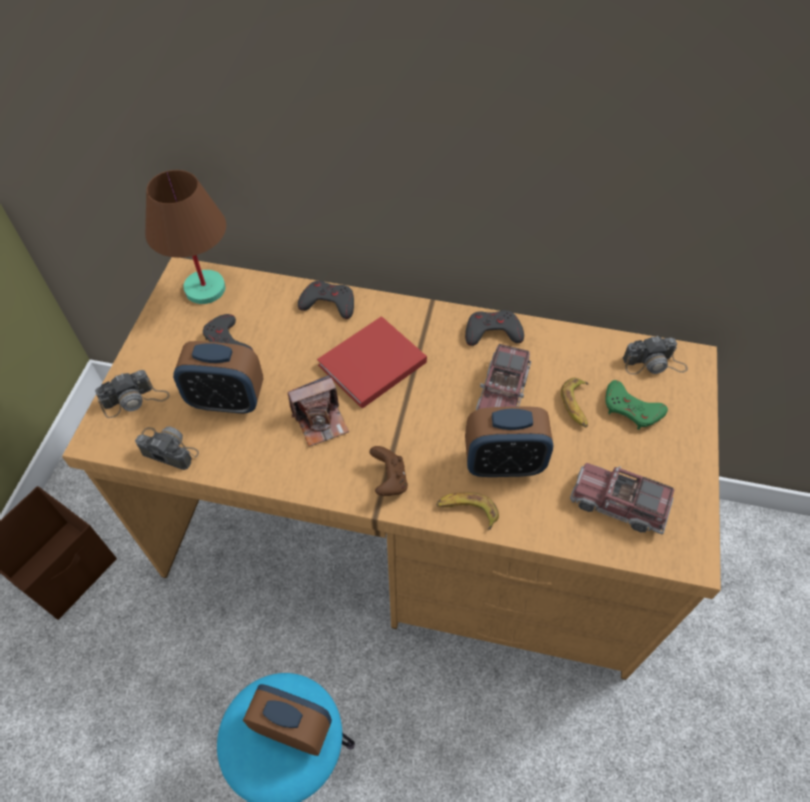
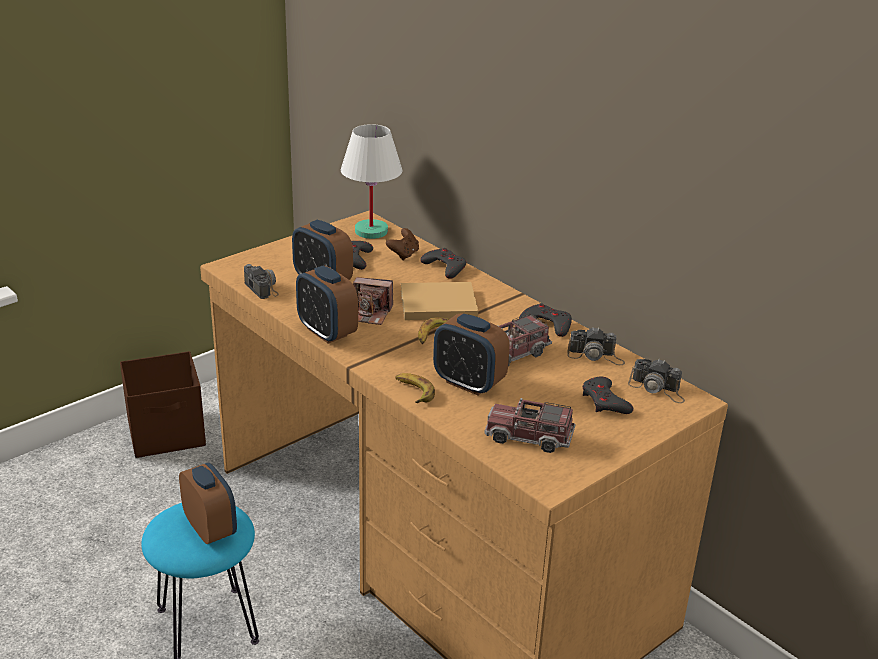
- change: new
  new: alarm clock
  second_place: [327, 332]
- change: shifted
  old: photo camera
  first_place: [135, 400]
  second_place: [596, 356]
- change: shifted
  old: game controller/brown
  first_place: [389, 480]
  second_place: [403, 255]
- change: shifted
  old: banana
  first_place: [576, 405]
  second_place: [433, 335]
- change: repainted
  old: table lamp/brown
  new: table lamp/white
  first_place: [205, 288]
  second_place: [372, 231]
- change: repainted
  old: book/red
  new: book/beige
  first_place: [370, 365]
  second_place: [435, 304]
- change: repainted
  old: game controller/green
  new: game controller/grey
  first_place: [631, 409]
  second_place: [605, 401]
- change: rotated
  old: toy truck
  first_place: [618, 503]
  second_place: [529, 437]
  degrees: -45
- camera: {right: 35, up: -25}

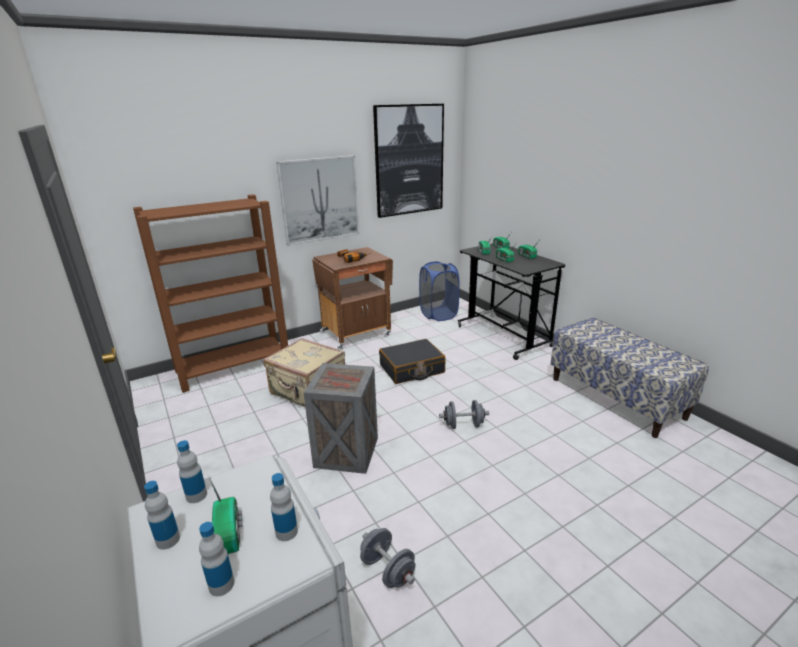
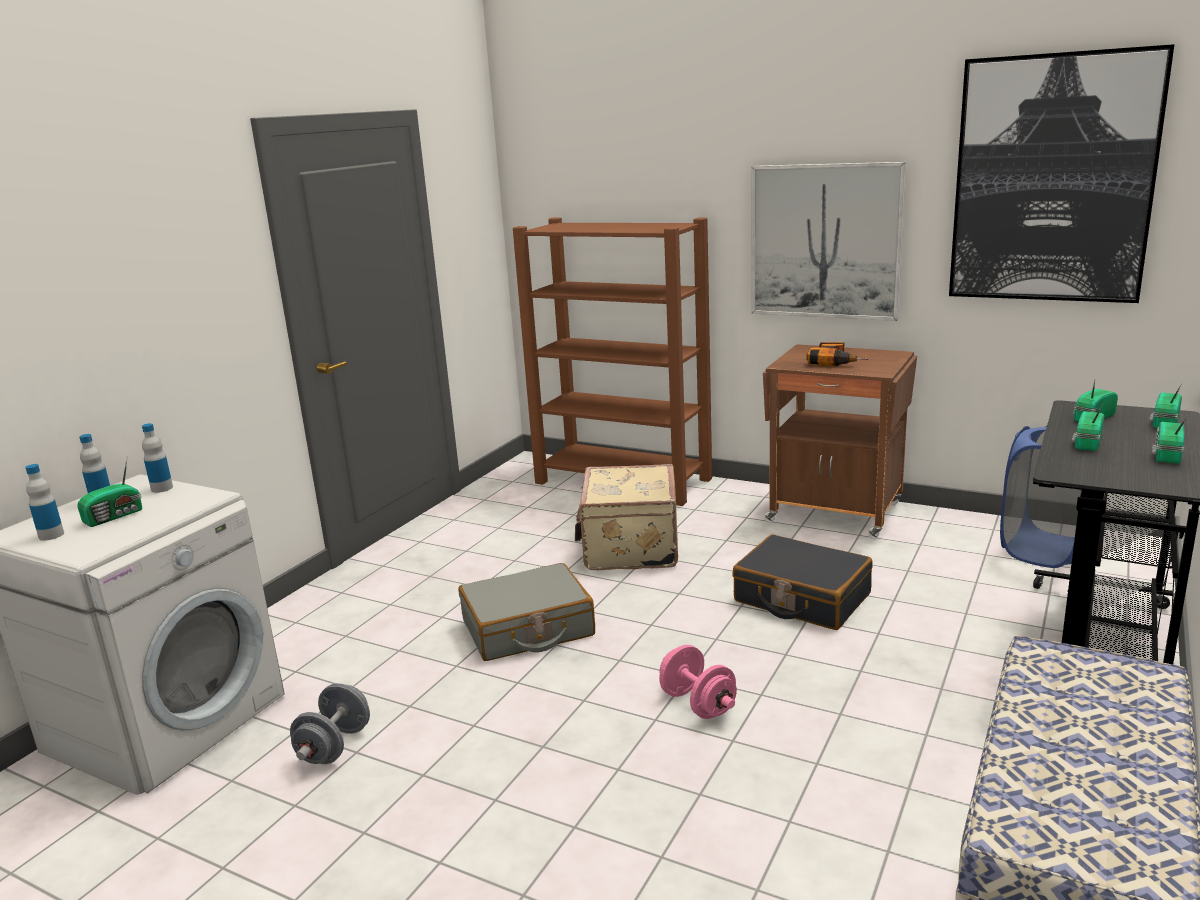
- change: gone
  old: bottle
  first_place: [286, 532]
- change: swapped
  old: crate
  new: suitcase/grey
  first_place: [346, 451]
  second_place: [527, 629]
- change: repainted
  old: dumbbell/grey
  new: dumbbell/pink
  first_place: [463, 425]
  second_place: [697, 704]
- camera: {right: 60, up: -5}

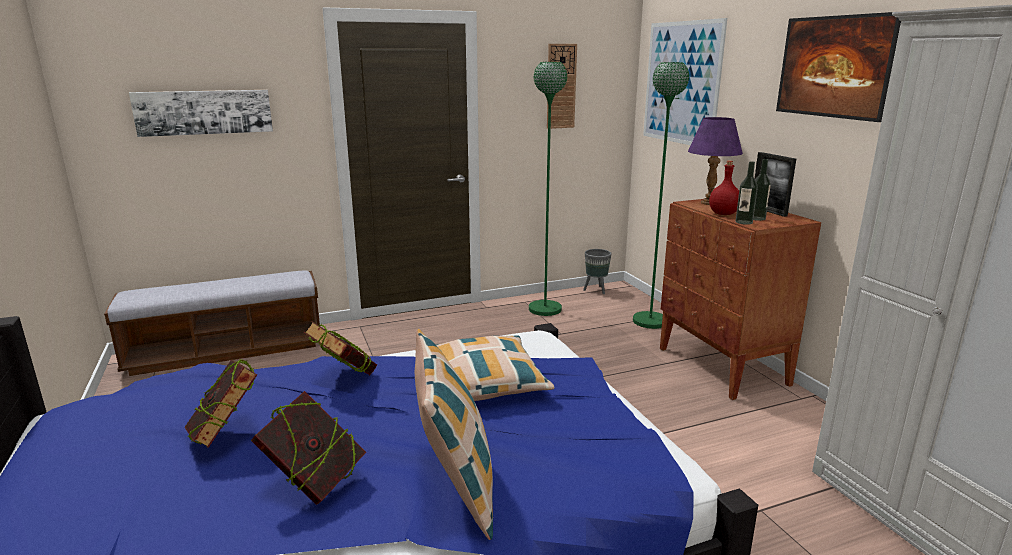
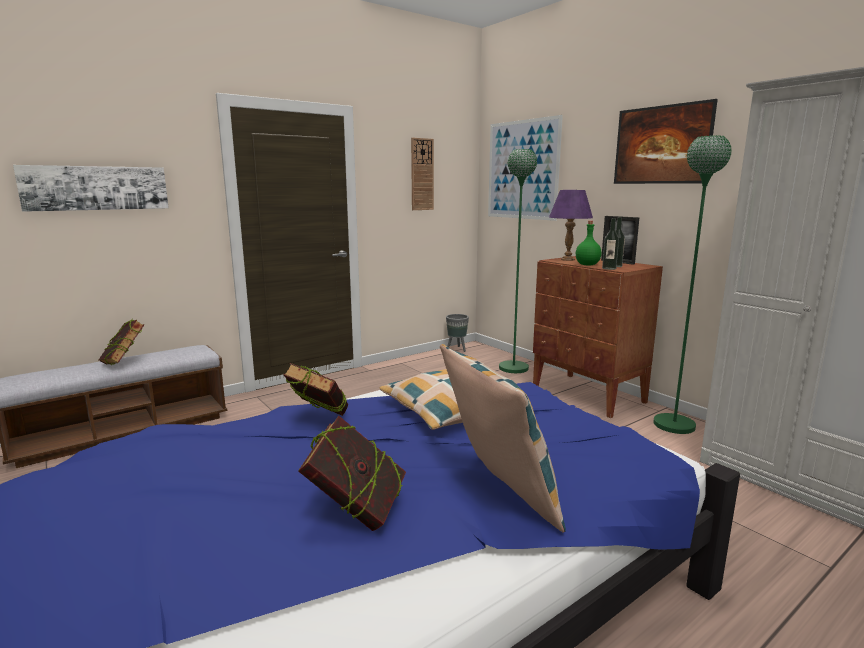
- change: shifted
  old: book
  first_place: [226, 435]
  second_place: [124, 363]
- change: shifted
  old: floor lamp/green
  first_place: [544, 309]
  second_place: [673, 425]
- change: repainted
  old: bottle/red
  new: bottle/green
  first_place: [723, 214]
  second_place: [587, 265]
- camera: {right: -15, up: -5}

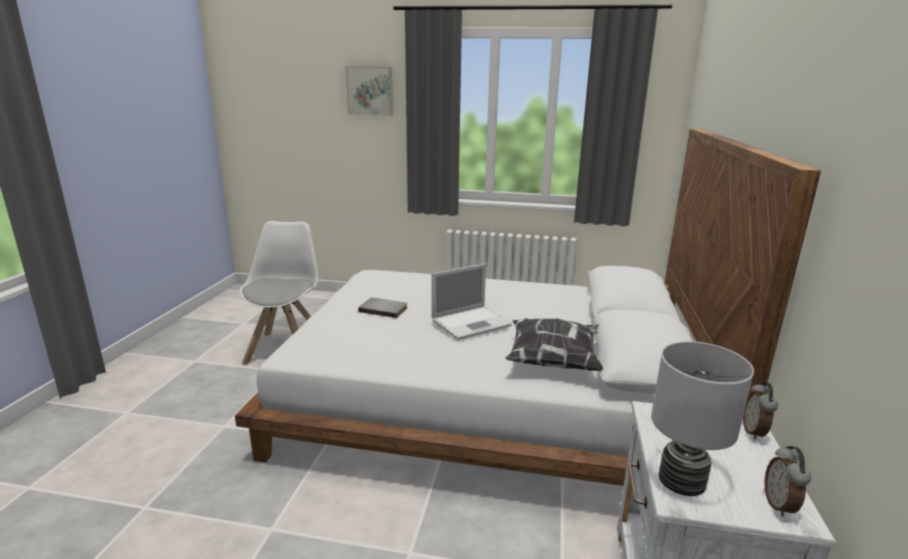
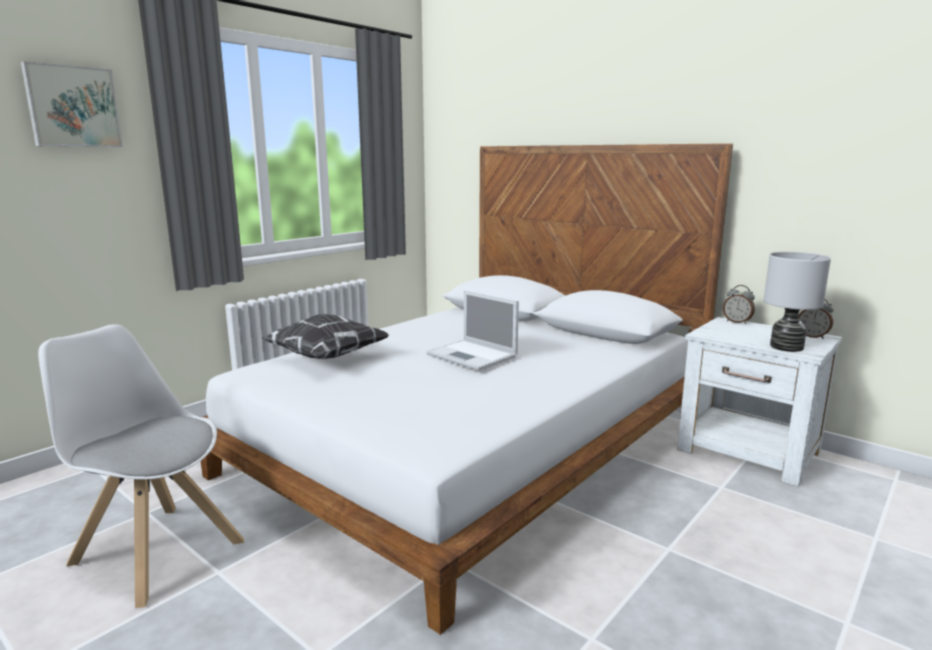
- change: gone
  old: book/grey
  first_place: [384, 309]
- change: shifted
  old: pillow
  first_place: [554, 361]
  second_place: [327, 357]
- change: rotated
  old: laptop
  first_place: [472, 322]
  second_place: [473, 356]
  degrees: 135
- camera: {right: -60, up: -5}

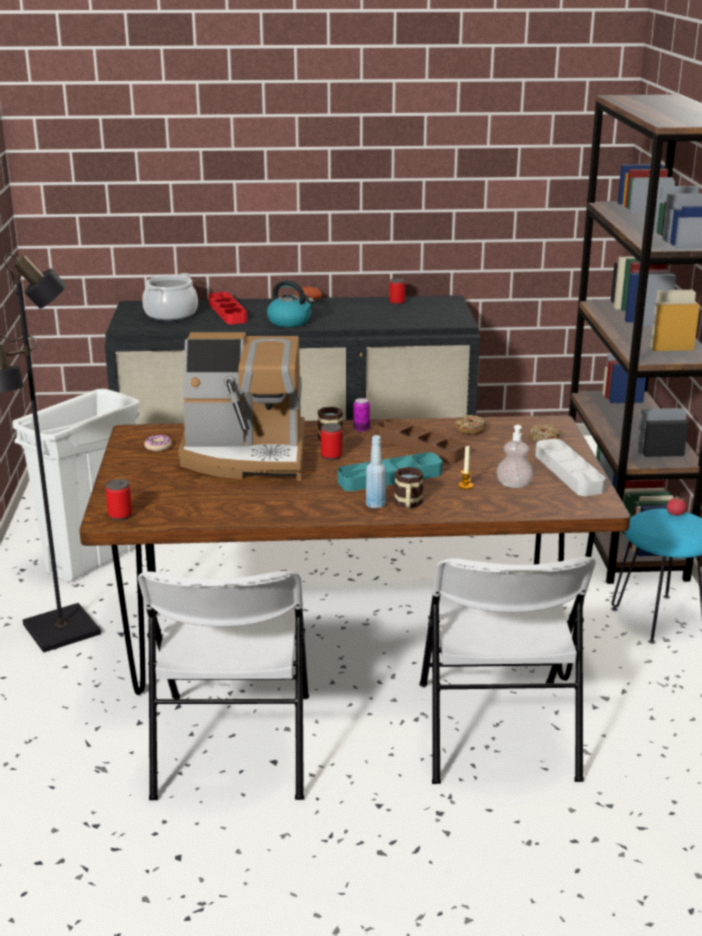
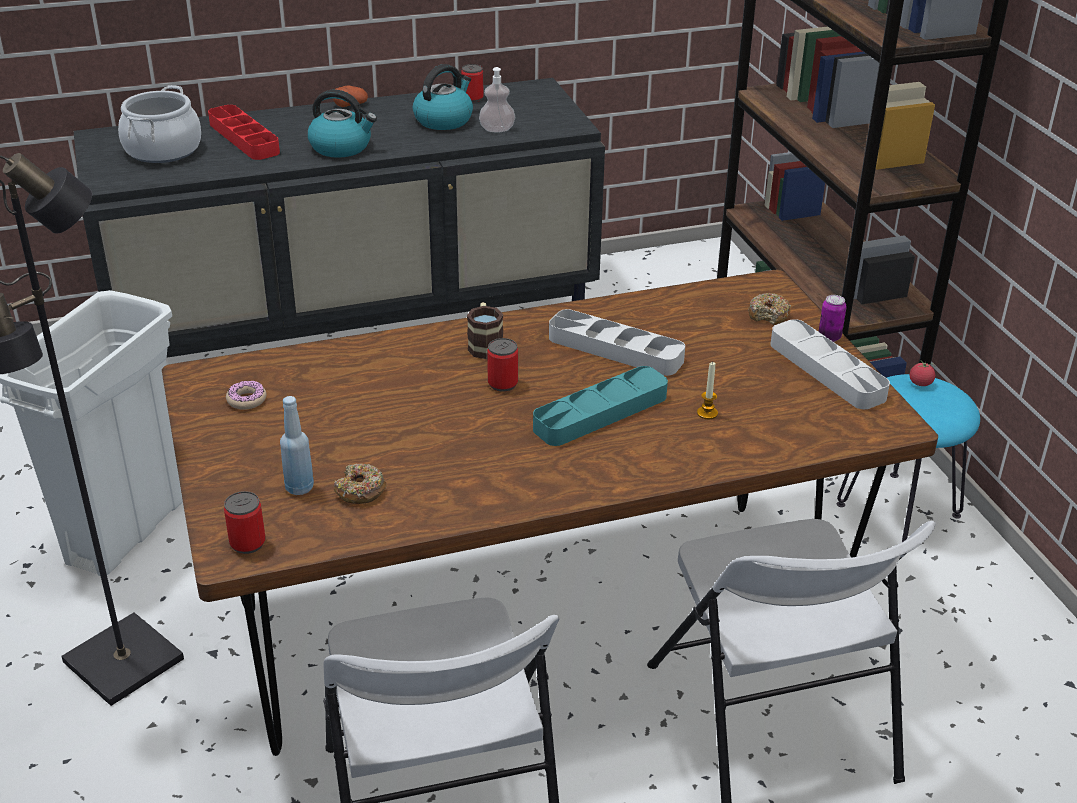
- change: gone
  old: coffee machine
  first_place: [246, 456]
- change: gone
  old: mug
  first_place: [408, 504]
- change: new
  new: kettle
  second_place: [444, 120]
- change: shifted
  old: can
  first_place: [361, 429]
  second_place: [829, 337]
- change: shifted
  old: bottle/blue
  first_place: [375, 505]
  second_place: [299, 487]
- change: shifted
  old: donut
  first_place: [470, 430]
  second_place: [360, 491]
- change: shifted
  old: soap dispenser
  first_place: [513, 485]
  second_place: [497, 129]
- change: repainted
  old: tray/brown
  new: tray/grey
  first_place: [421, 446]
  second_place: [615, 349]
- camera: {right: -15, up: 10}

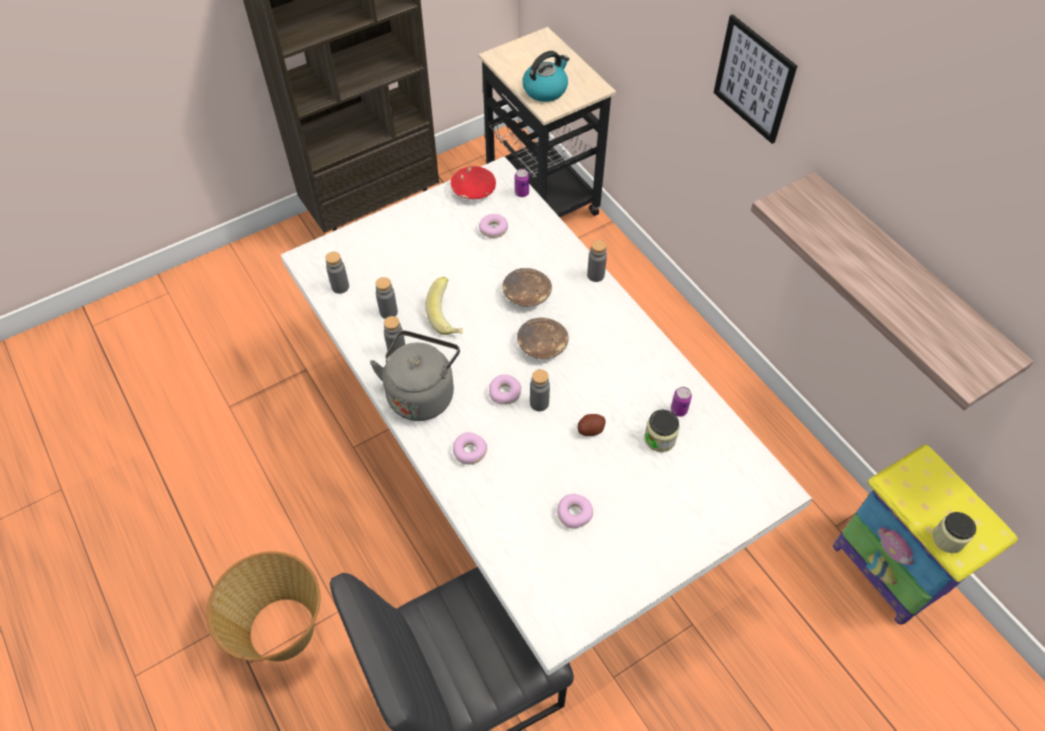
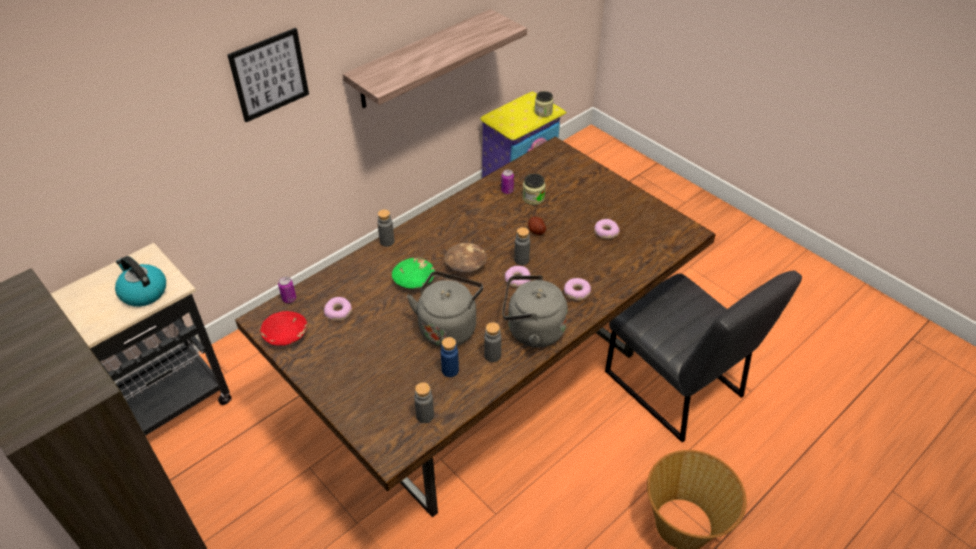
- change: swapped
  old: banana
  new: kettle/grey
  first_place: [448, 317]
  second_place: [448, 326]
- change: repainted
  old: dining table/white
  new: dining table/brown
  first_place: [523, 467]
  second_place: [488, 379]
- change: repainted
  old: bottle/grey
  new: bottle/blue
  first_place: [388, 312]
  second_place: [450, 370]
- change: repainted
  old: bowl/brown
  new: bowl/green
  first_place: [526, 294]
  second_place: [414, 280]
- camera: {right: -100, up: -10}

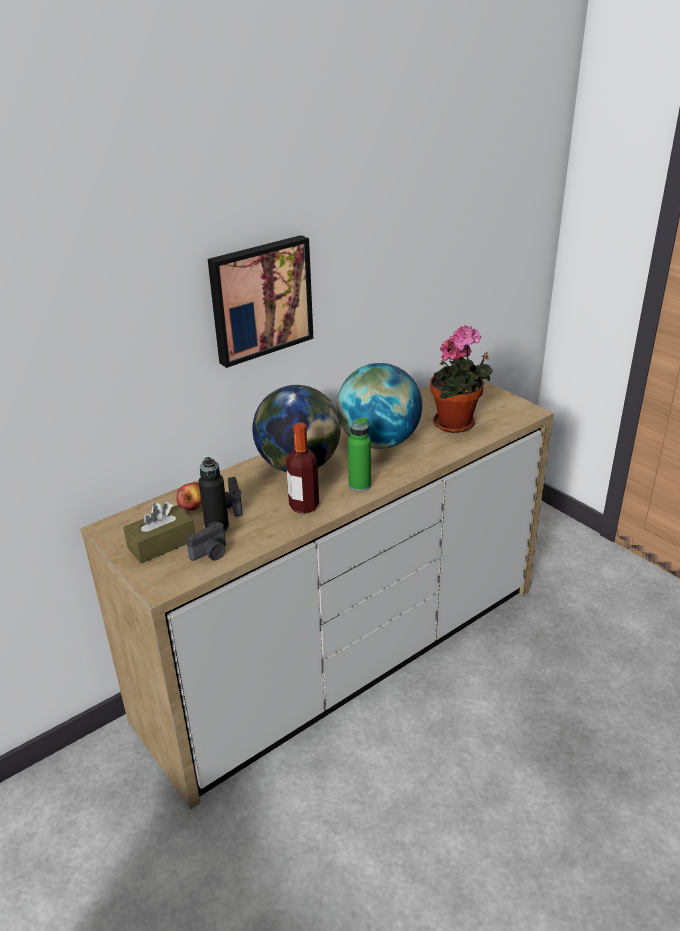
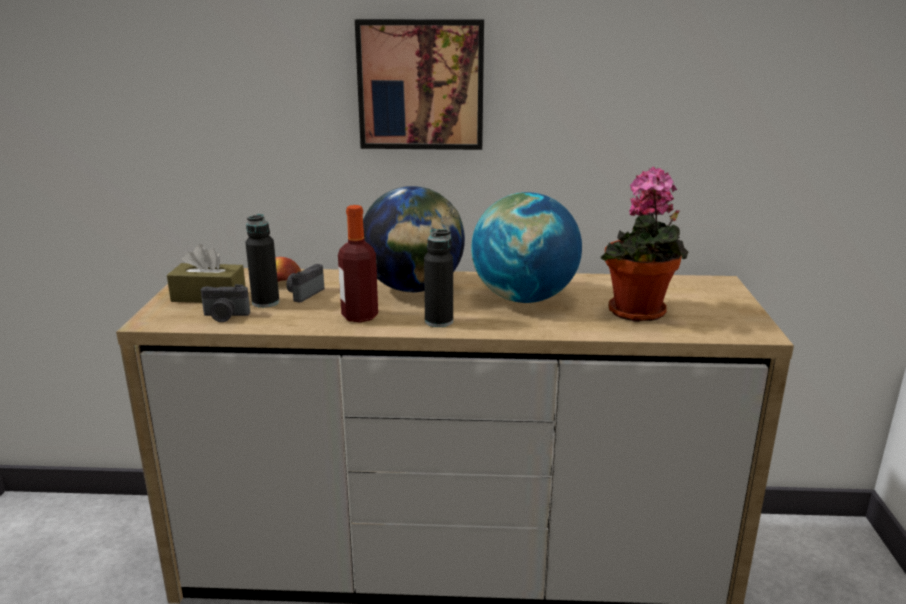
- change: repainted
  old: bottle/green
  new: bottle/black
  first_place: [359, 485]
  second_place: [439, 321]
- camera: {right: 40, up: -10}

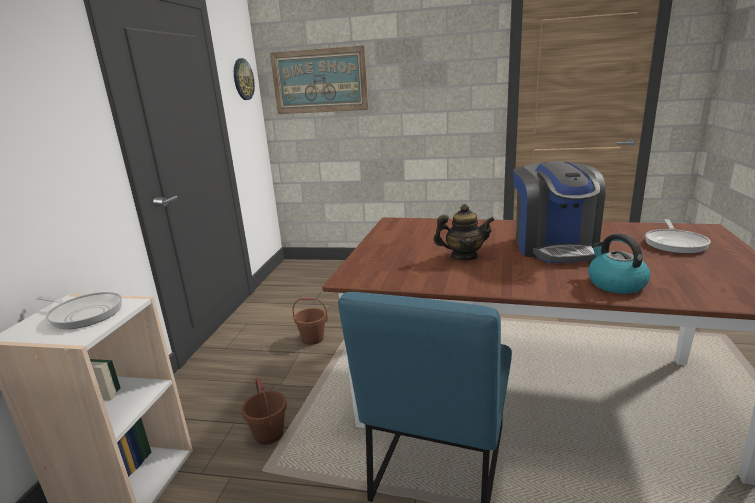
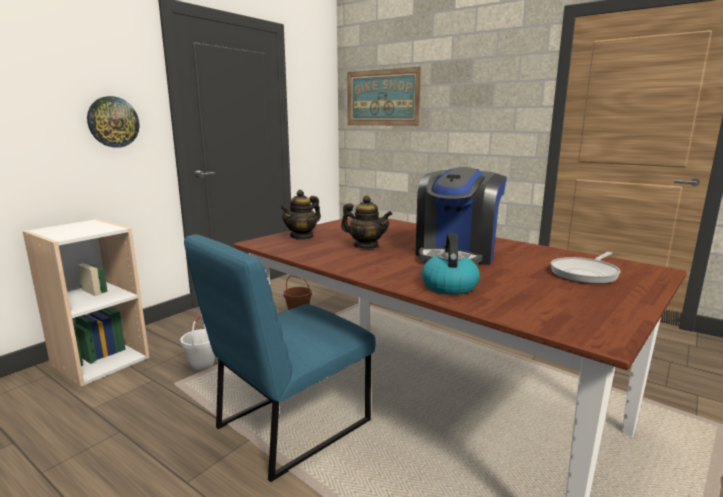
- change: gone
  old: frying pan
  first_place: [84, 314]
- change: new
  new: teapot
  second_place: [302, 236]
- change: shifted
  old: wall clock
  first_place: [243, 79]
  second_place: [113, 122]
- change: repainted
  old: bucket/brown
  new: bucket/white
  first_place: [268, 434]
  second_place: [202, 364]
- camera: {right: 25, up: -5}

